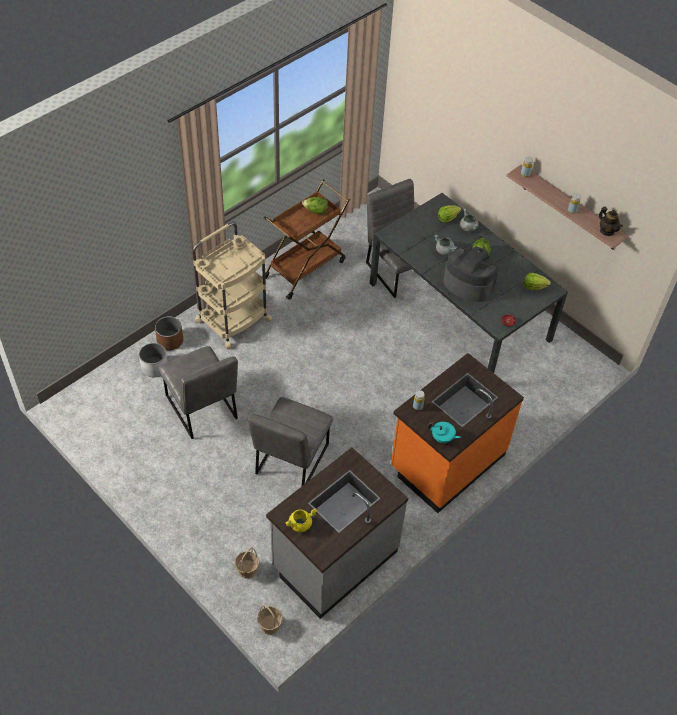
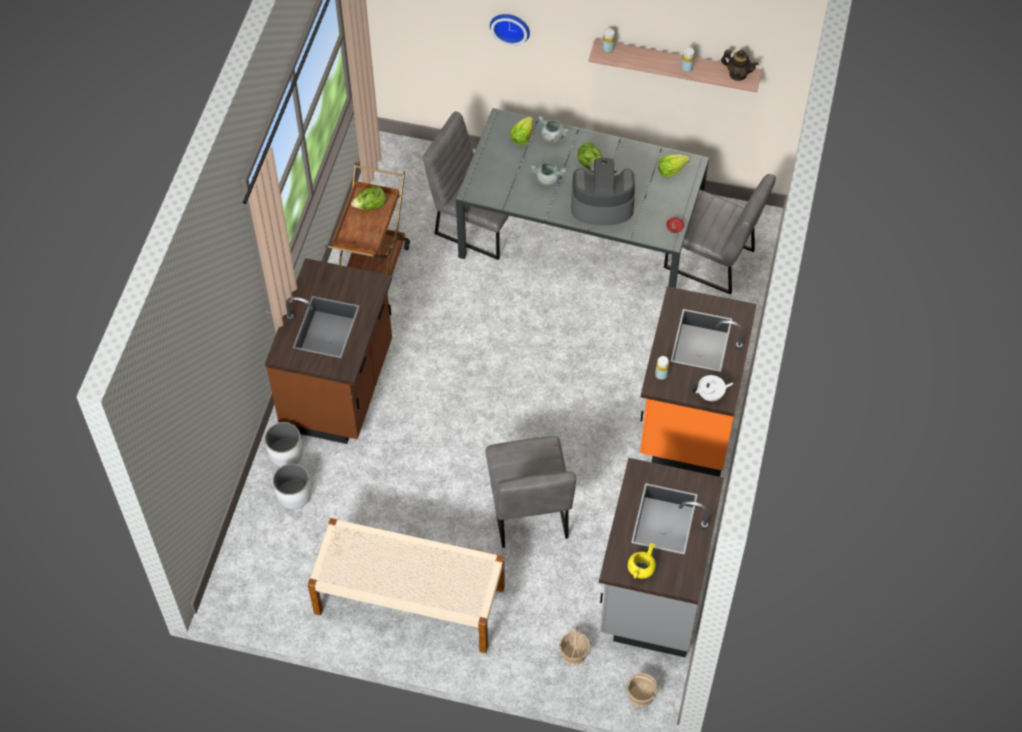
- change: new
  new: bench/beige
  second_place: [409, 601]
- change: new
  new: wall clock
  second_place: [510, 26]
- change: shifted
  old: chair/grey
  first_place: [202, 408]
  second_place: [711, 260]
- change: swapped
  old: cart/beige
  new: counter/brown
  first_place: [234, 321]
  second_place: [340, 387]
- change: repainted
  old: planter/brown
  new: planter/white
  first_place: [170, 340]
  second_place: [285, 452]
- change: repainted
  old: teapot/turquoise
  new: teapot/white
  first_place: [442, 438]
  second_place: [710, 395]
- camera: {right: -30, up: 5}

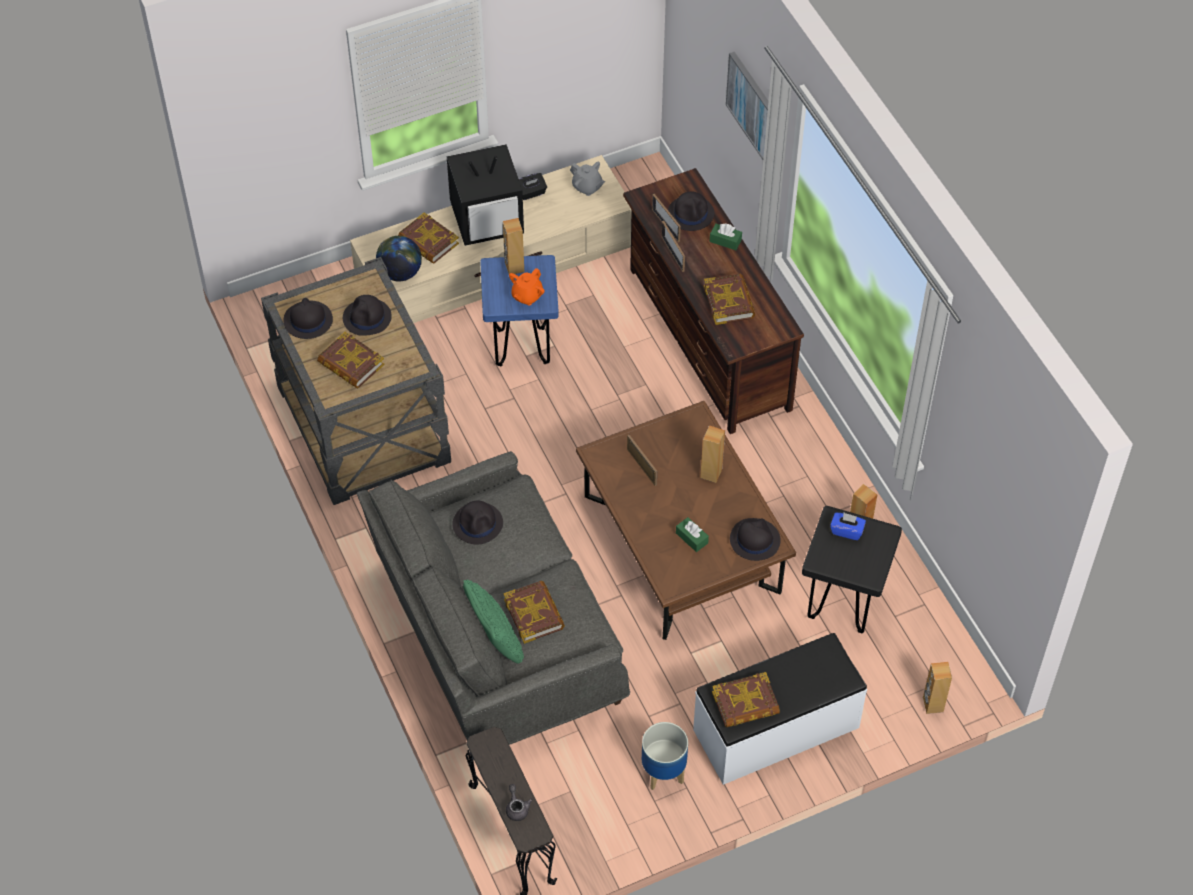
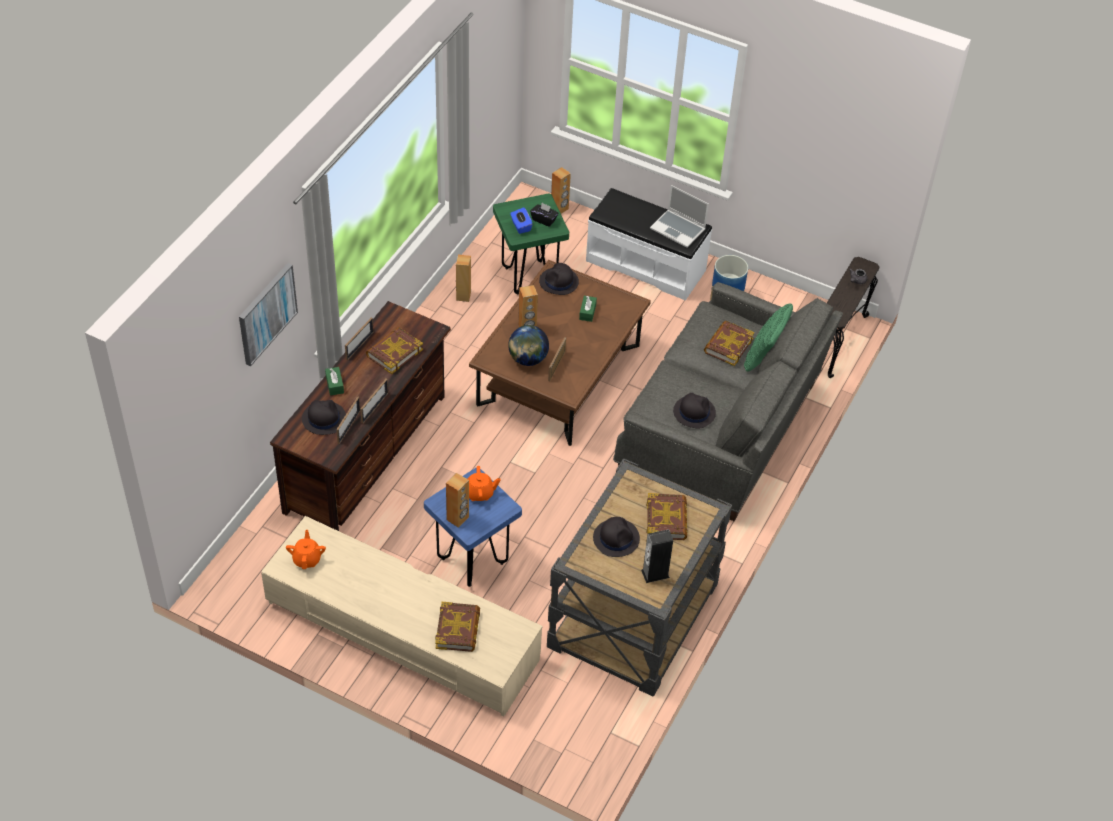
- change: gone
  old: television
  first_place: [488, 220]
- change: new
  new: picture frame
  second_place: [359, 345]
- change: shifted
  old: globe
  first_place: [400, 273]
  second_place: [528, 359]
- change: shifted
  old: tissue box/black
  first_place: [531, 193]
  second_place: [544, 220]
- change: swapped
  old: hat/black
  new: speaker
  first_place: [307, 320]
  second_place: [655, 573]
- change: swapped
  old: book
  new: laptop
  first_place: [745, 704]
  second_place: [678, 229]
- change: repainted
  old: teapot/grey
  new: teapot/orange
  first_place: [587, 187]
  second_place: [307, 559]
- change: repainted
  old: stool/black
  new: stool/green
  first_place: [842, 605]
  second_place: [529, 277]
- camera: {right: -130, up: -5}

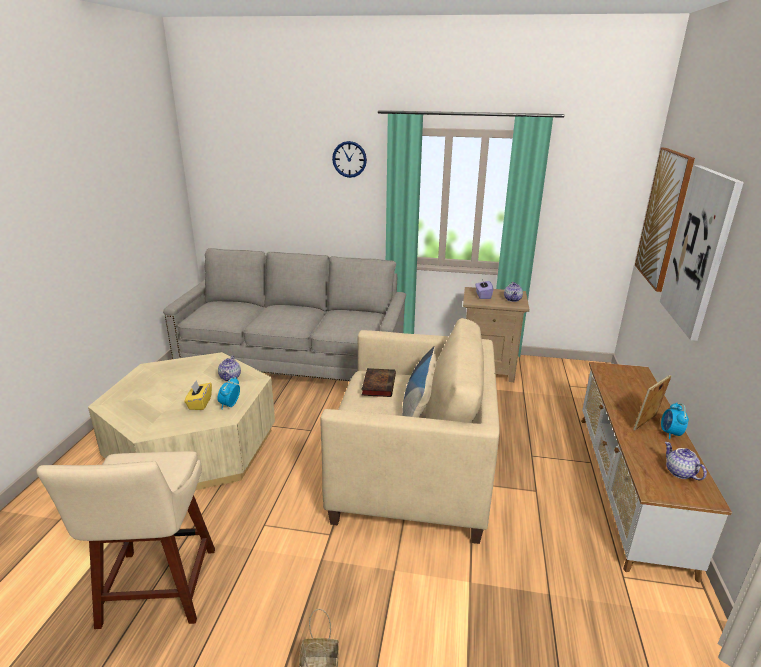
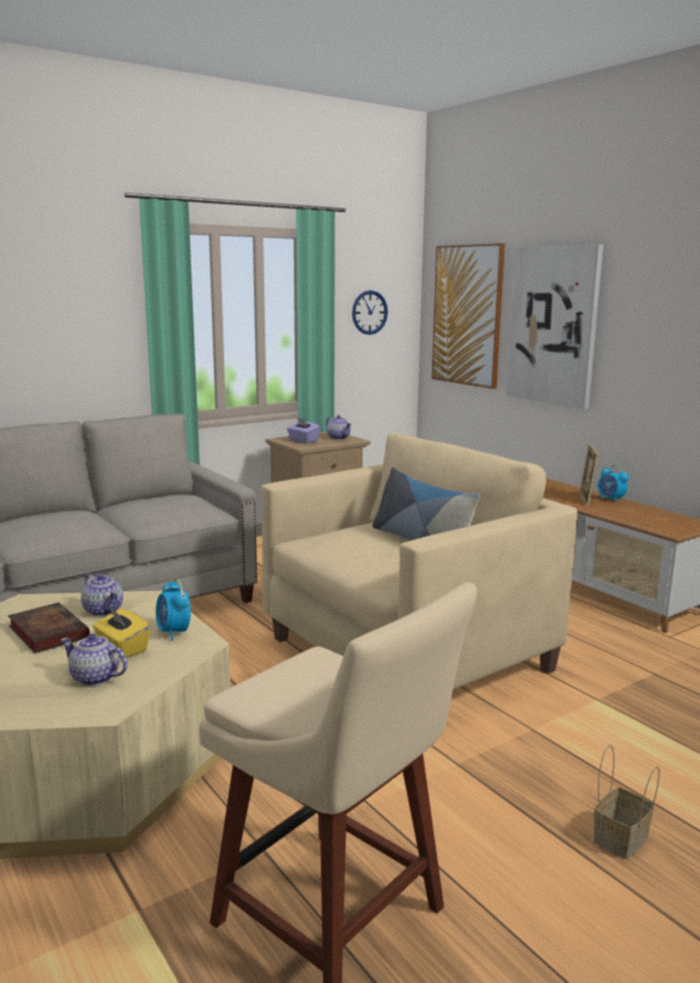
- change: shifted
  old: wall clock
  first_place: [349, 159]
  second_place: [369, 312]
- change: shifted
  old: book
  first_place: [378, 384]
  second_place: [47, 632]
- change: shifted
  old: teapot
  first_place: [679, 472]
  second_place: [94, 678]
- camera: {right: -45, up: -10}

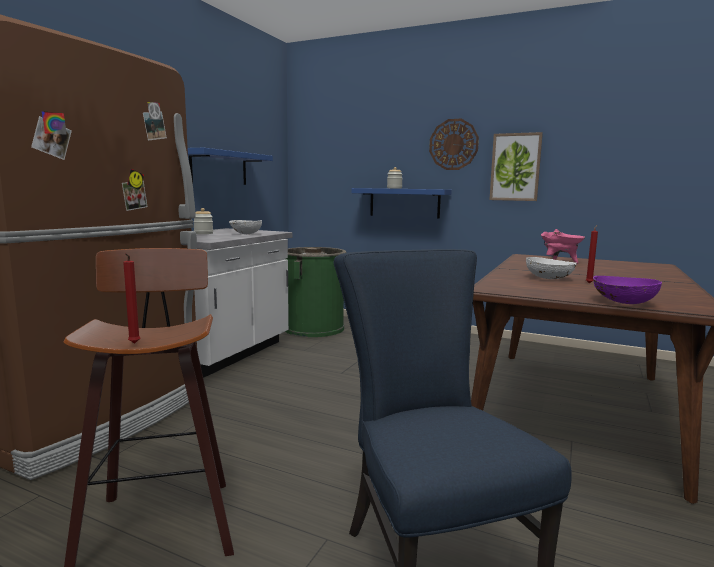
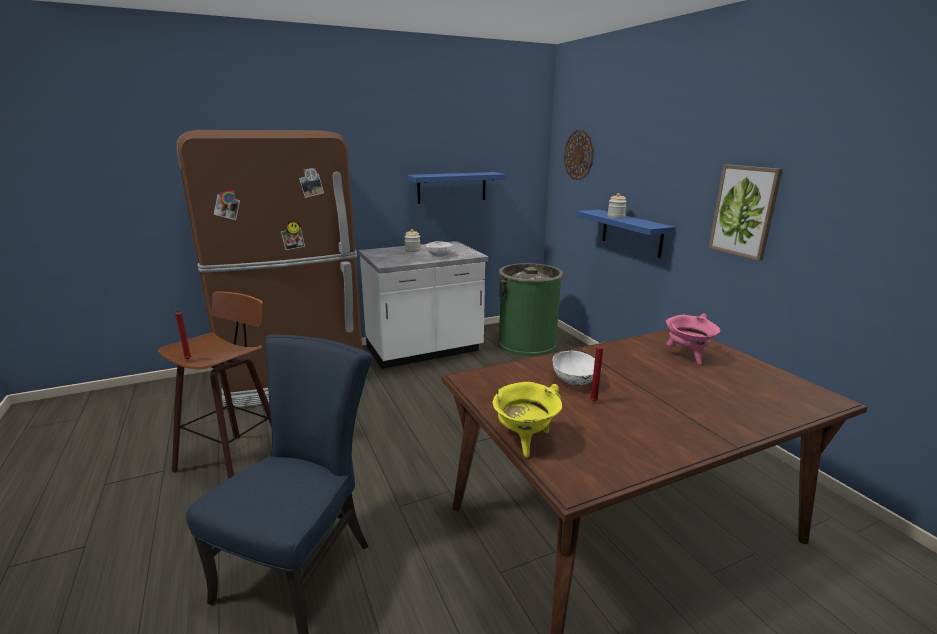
- change: shifted
  old: wall clock
  first_place: [453, 144]
  second_place: [579, 155]
- change: swapped
  old: bowl/purple
  new: cooking pot/yellow
  first_place: [623, 303]
  second_place: [525, 440]
- camera: {right: 40, up: 10}

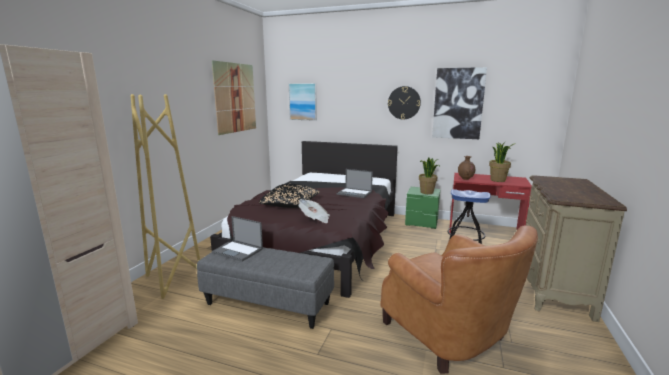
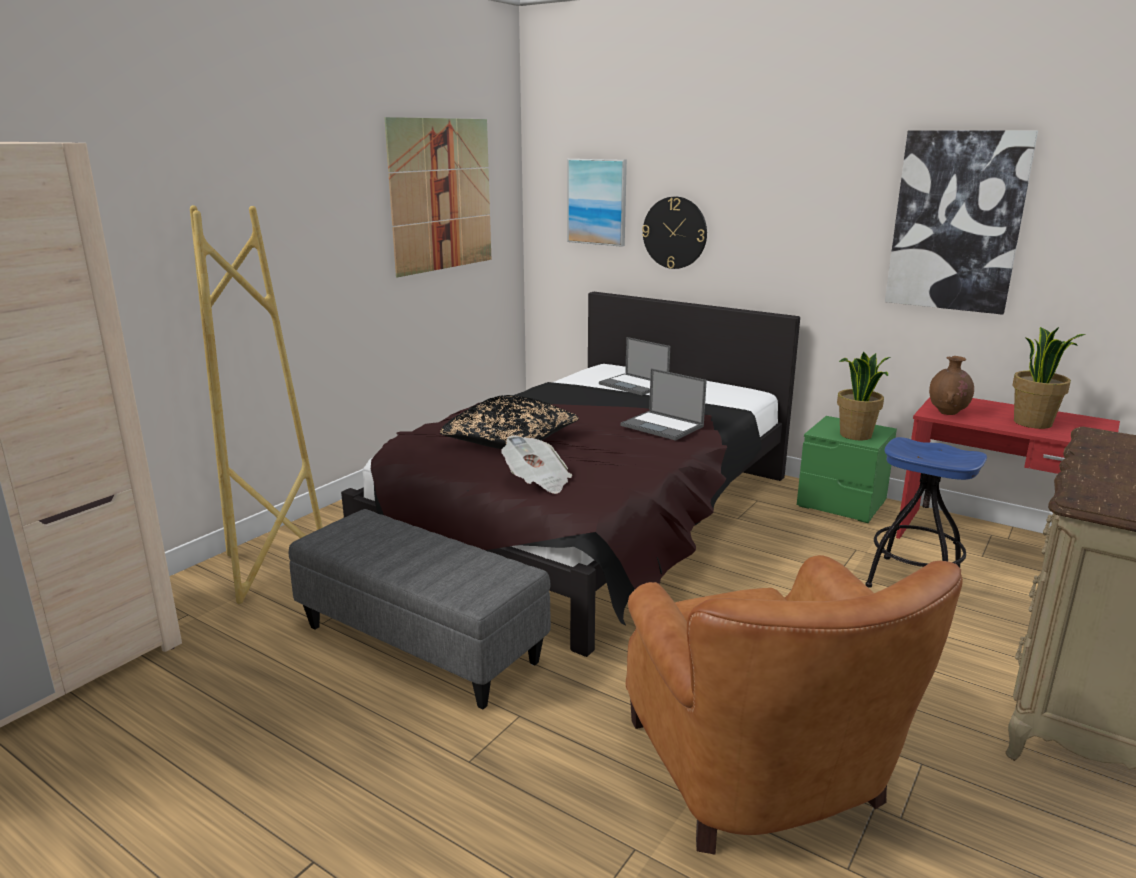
- change: shifted
  old: laptop
  first_place: [238, 251]
  second_place: [634, 385]
- change: shifted
  old: wall clock
  first_place: [404, 103]
  second_place: [675, 232]
- camera: {right: 15, up: 5}

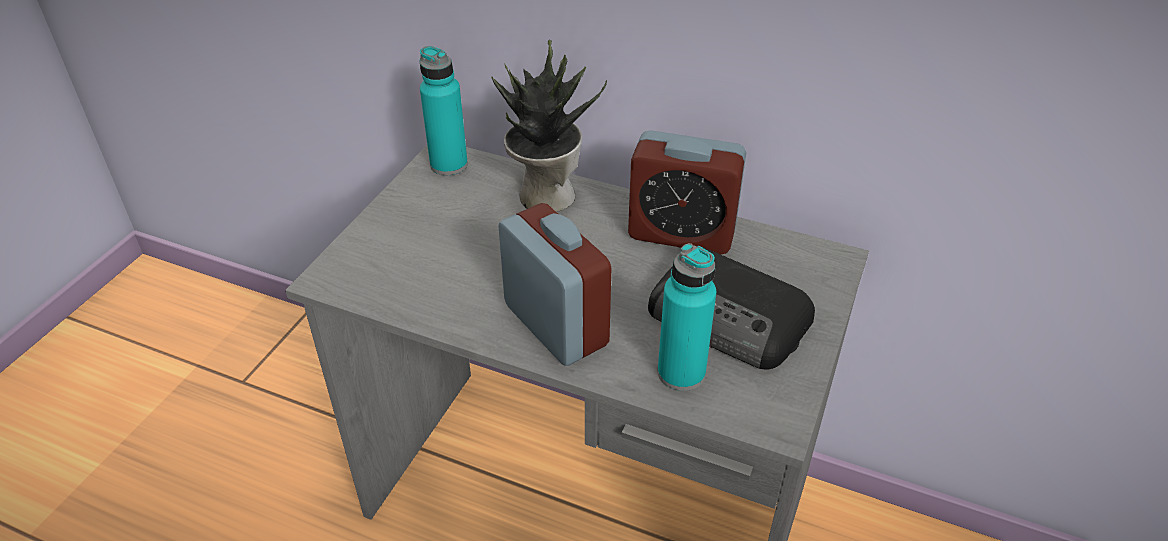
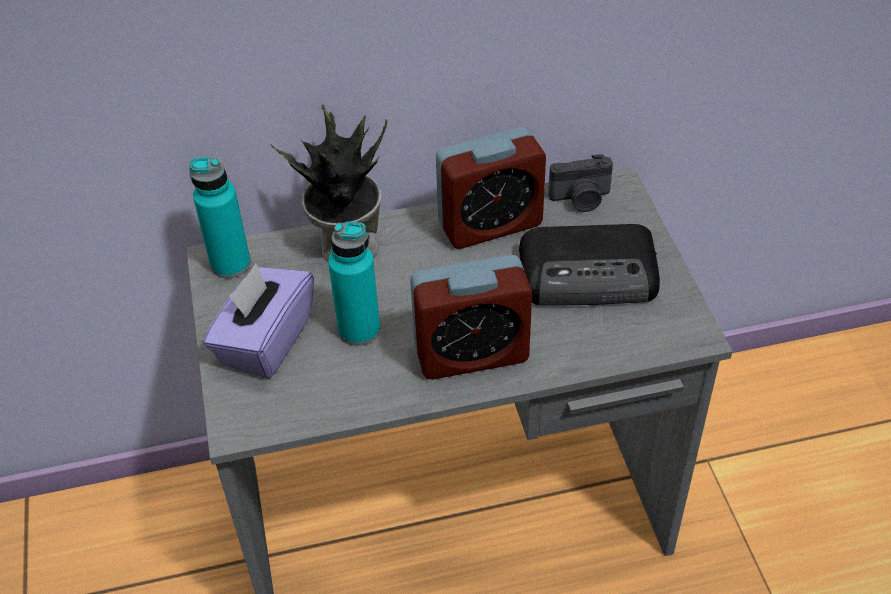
- change: new
  new: tissue box/purple
  second_place: [265, 341]
- change: new
  new: photo camera
  second_place: [581, 199]
- change: shifted
  old: bottle/turquoise
  first_place: [681, 373]
  second_place: [359, 330]
- change: rotated
  old: alarm clock
  first_place: [555, 325]
  second_place: [471, 353]
  degrees: 150
- camera: {right: -35, up: 5}

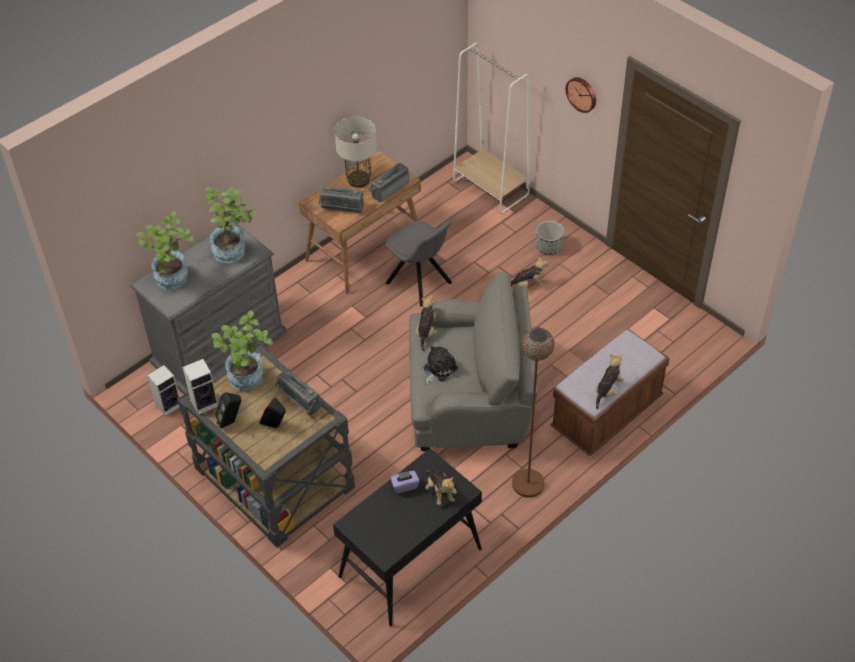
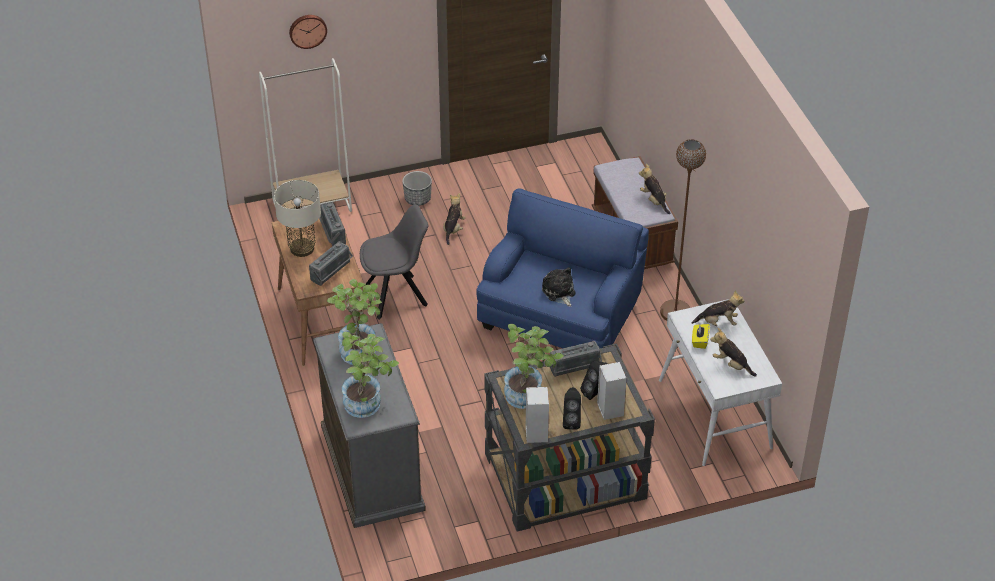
- change: shifted
  old: speaker
  first_place: [169, 404]
  second_place: [609, 409]
- change: shifted
  old: plush toy
  first_place: [426, 332]
  second_place: [731, 365]
- change: shifted
  old: wall clock
  first_place: [582, 94]
  second_place: [307, 30]
- change: repainted
  old: desk/black
  new: desk/white
  first_place: [410, 564]
  second_place: [715, 414]
- change: repainted
  old: tissue box/purple
  new: tissue box/yellow
  first_place: [405, 486]
  second_place: [699, 341]
- change: repainted
  old: armchair/grey
  new: armchair/blue
  first_place: [471, 399]
  second_place: [561, 313]
- camera: {right: -65, up: -5}

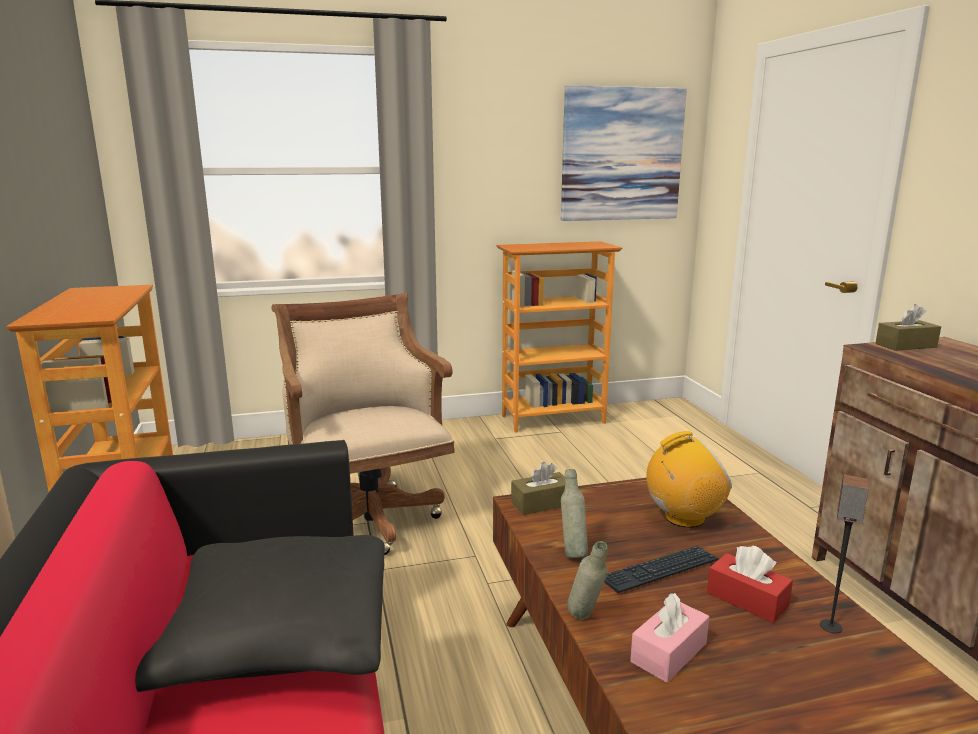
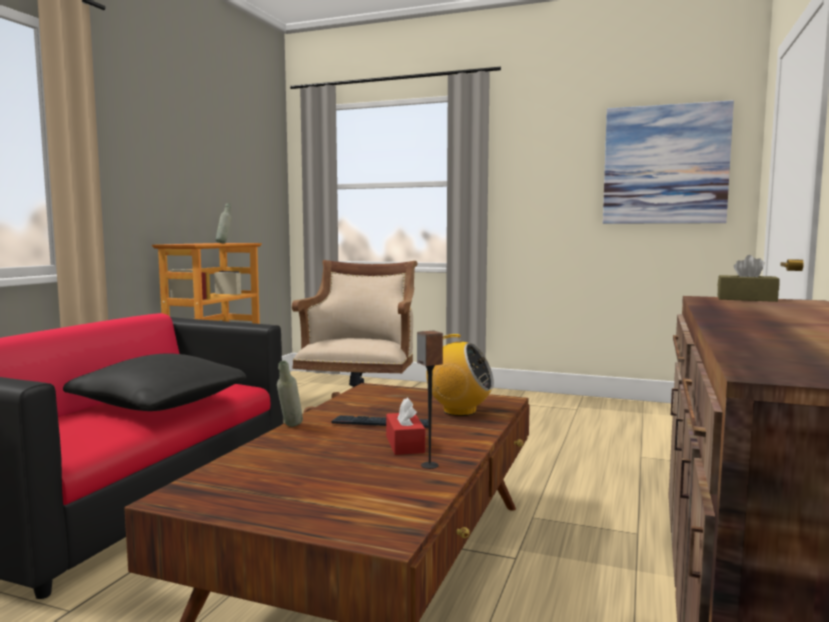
- change: gone
  old: bookcase
  first_place: [553, 419]
- change: gone
  old: tissue box/brown
  first_place: [541, 503]
- change: gone
  old: tissue box/pink
  first_place: [669, 653]
- change: shifted
  old: bottle/grey
  first_place: [572, 552]
  second_place: [224, 243]
- camera: {right: 35, up: -10}

